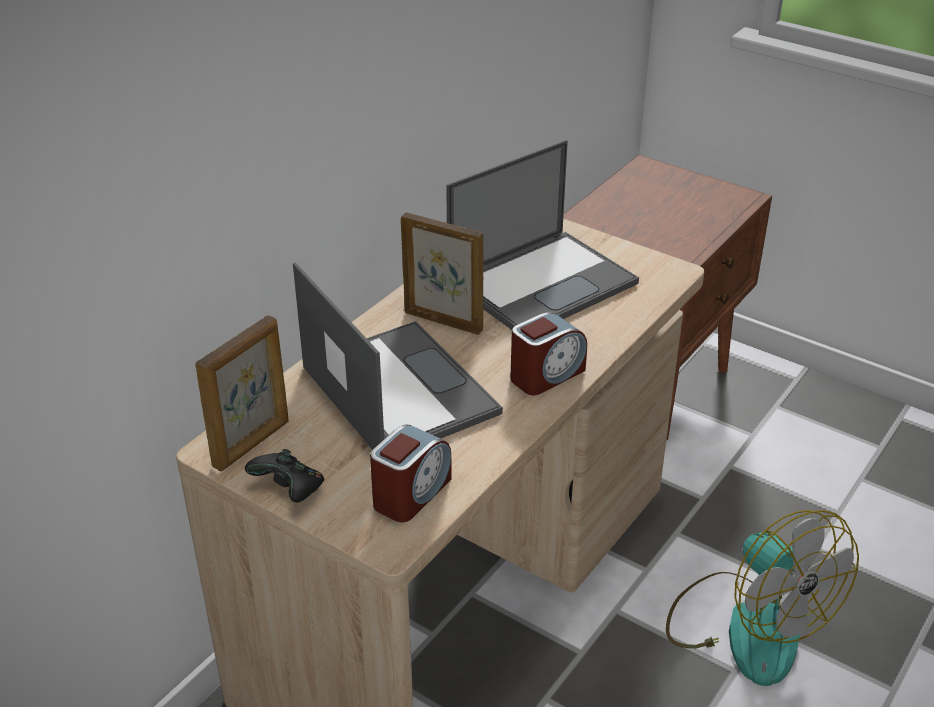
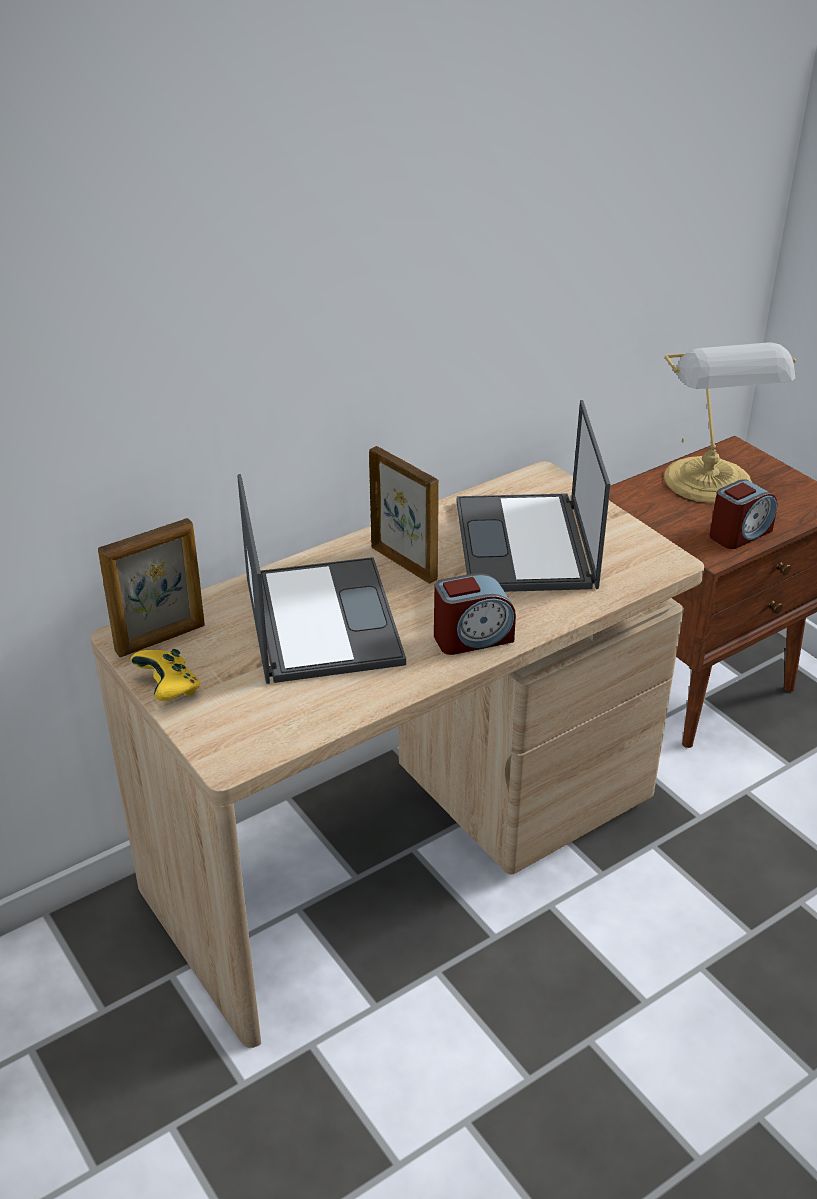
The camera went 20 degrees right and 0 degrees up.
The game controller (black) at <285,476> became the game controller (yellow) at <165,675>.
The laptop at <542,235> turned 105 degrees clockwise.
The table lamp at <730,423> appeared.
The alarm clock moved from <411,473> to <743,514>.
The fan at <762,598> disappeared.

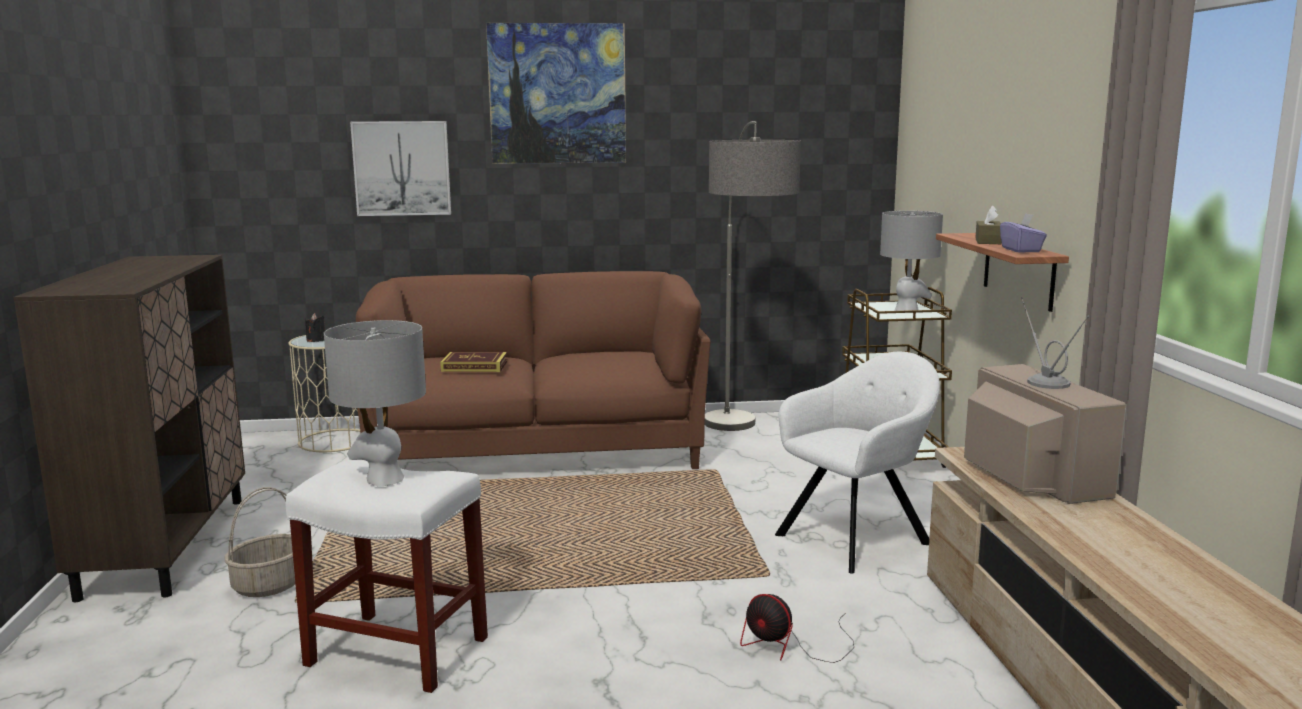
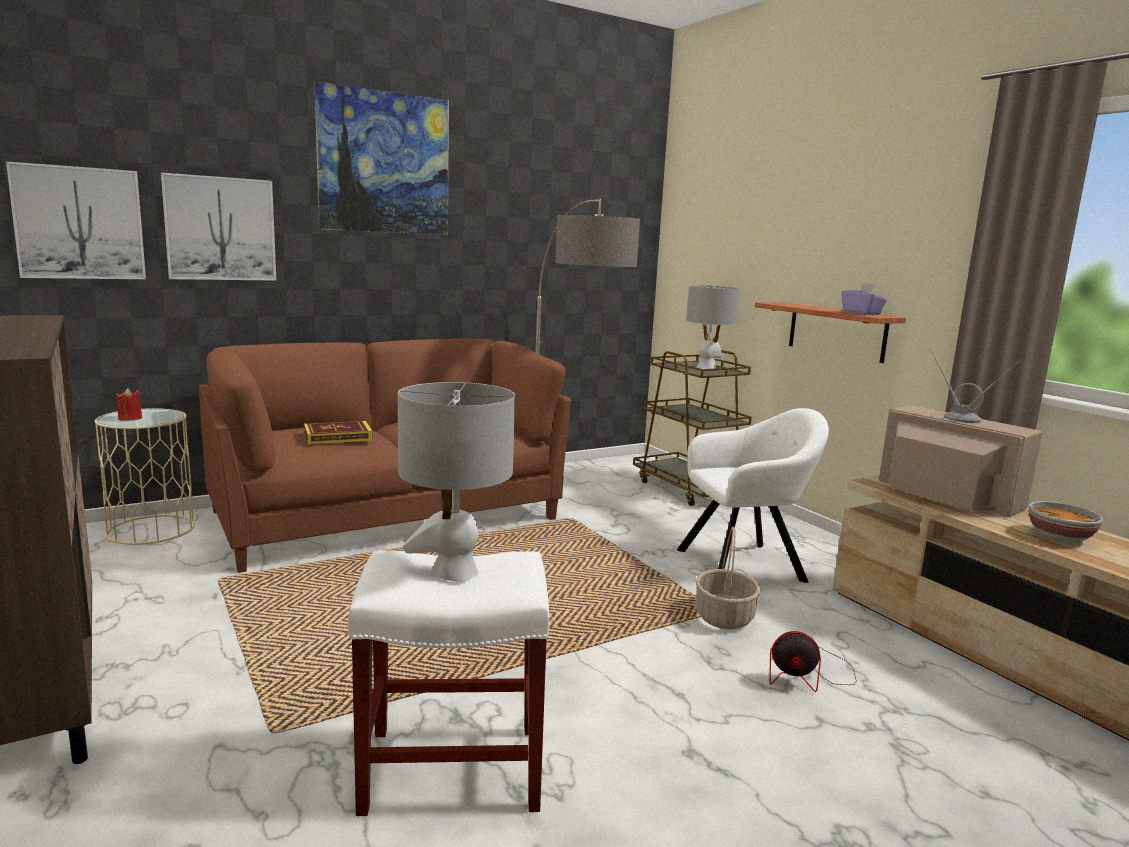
The camera went 25 degrees left and 0 degrees up.
The picture at <76,220> appeared.
The candle (black) at <315,327> became the candle (red) at <129,404>.
The armchair (white) at <857,463> turned 45 degrees clockwise.
The basket moved from <260,542> to <727,578>.
The bowl at <1065,522> appeared.
The tissue box (brown) at <988,224> disappeared.

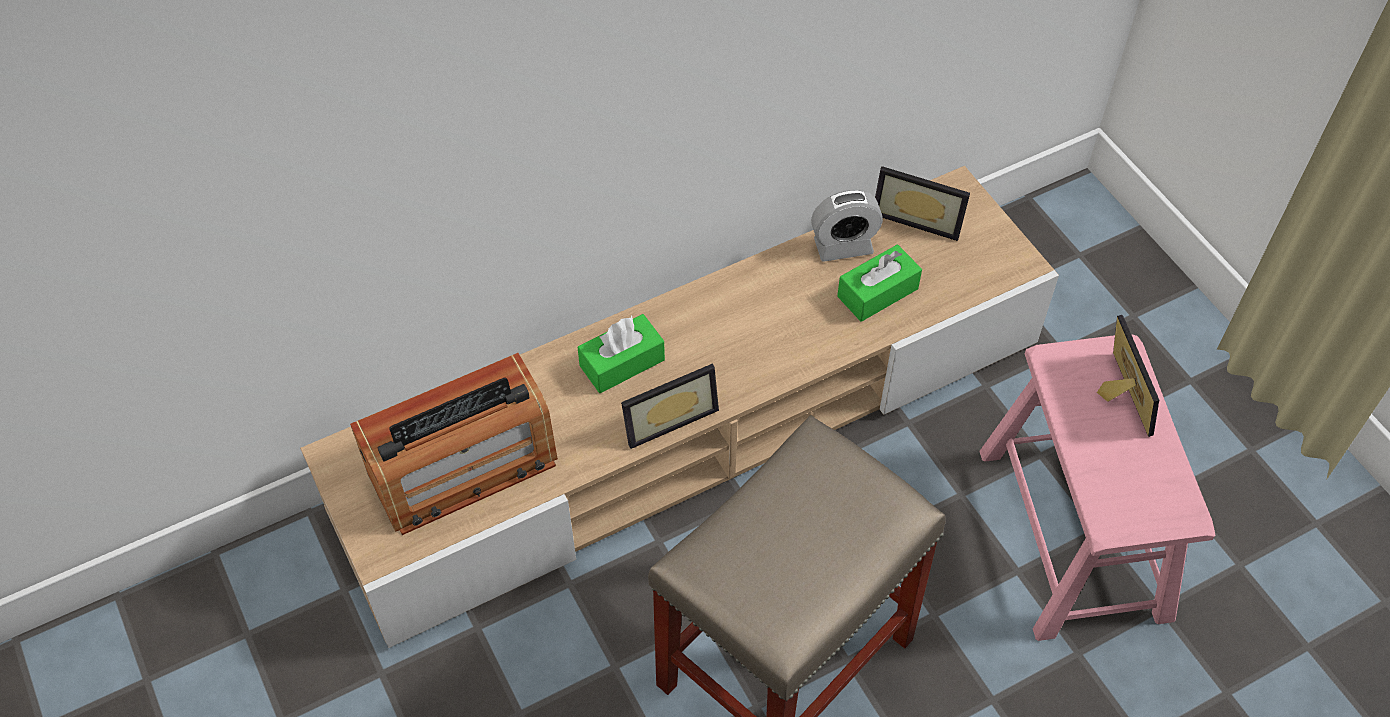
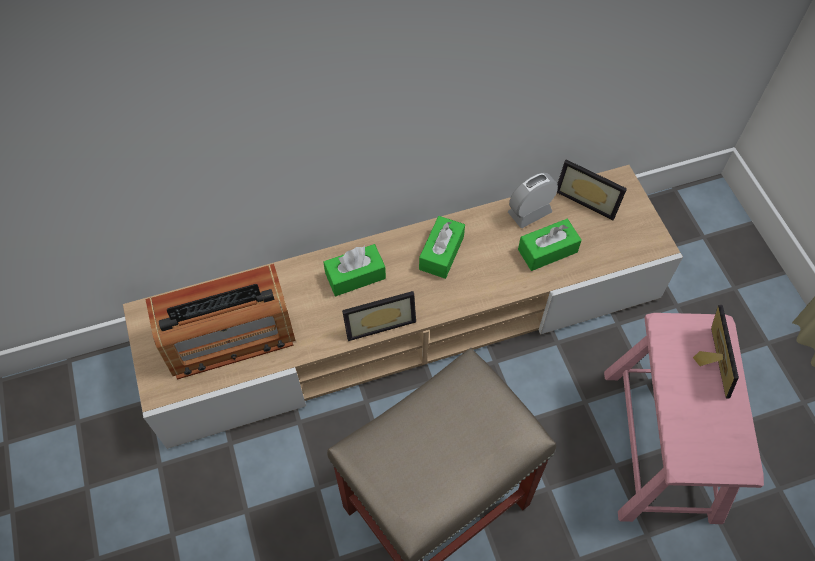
The camera went 10 degrees right and 5 degrees up.
The tissue box (green) at <442,247> appeared.
The alarm clock at <847,226> turned 150 degrees clockwise.

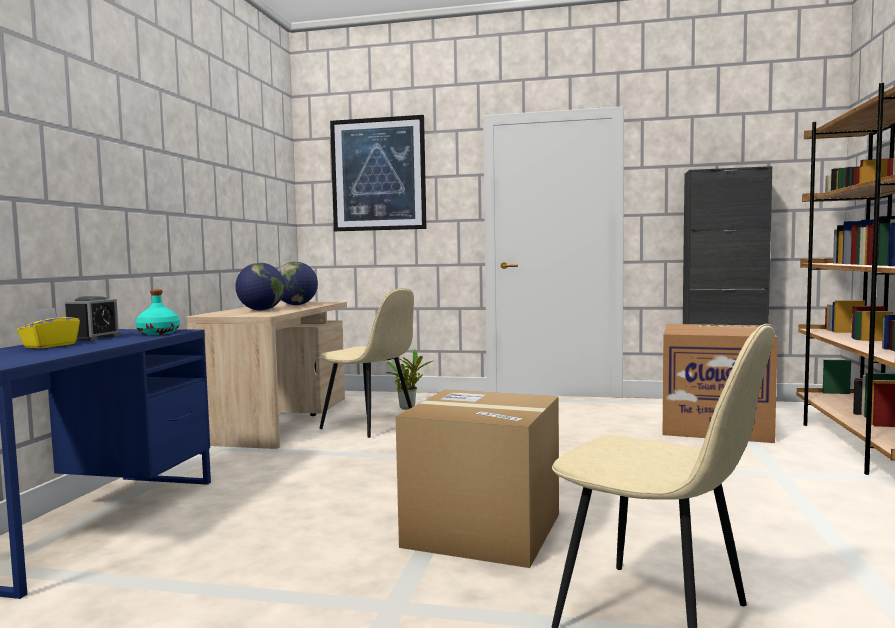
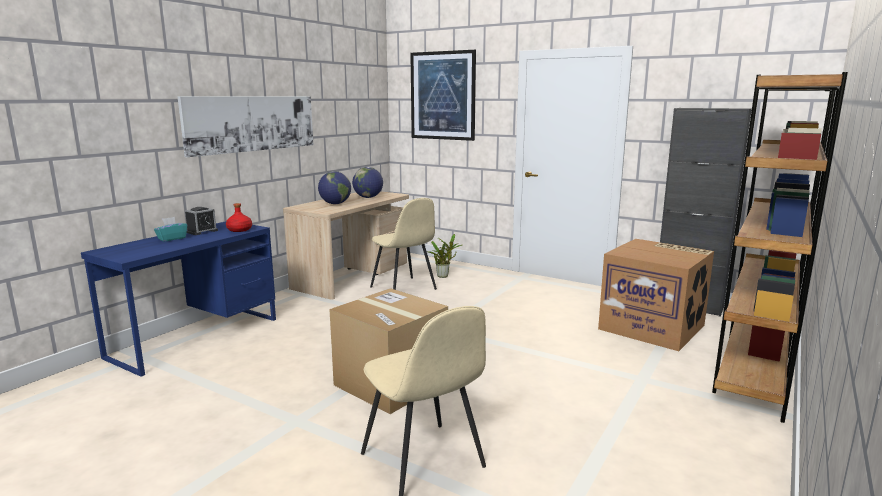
The camera went 20 degrees right and 10 degrees up.
The tissue box (yellow) at <48,328> became the tissue box (turquoise) at <170,229>.
The picture at <246,126> appeared.
The bottle (turquoise) at <158,312> became the bottle (red) at <239,217>.

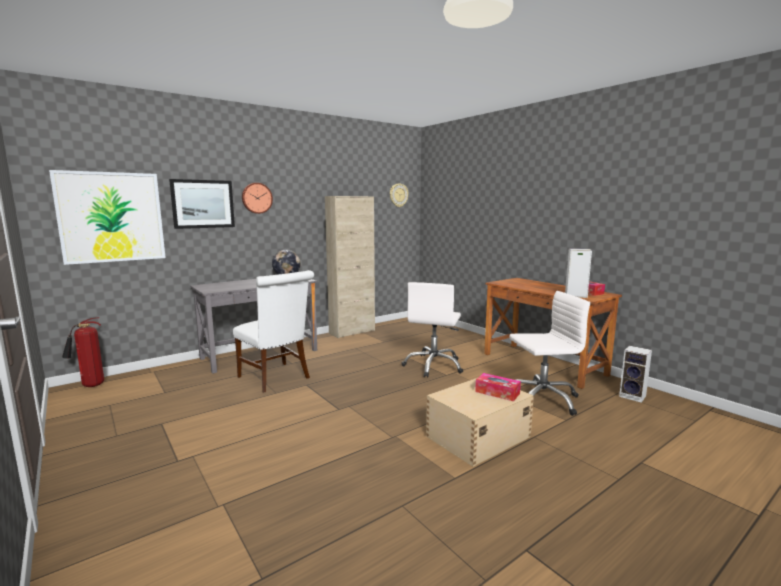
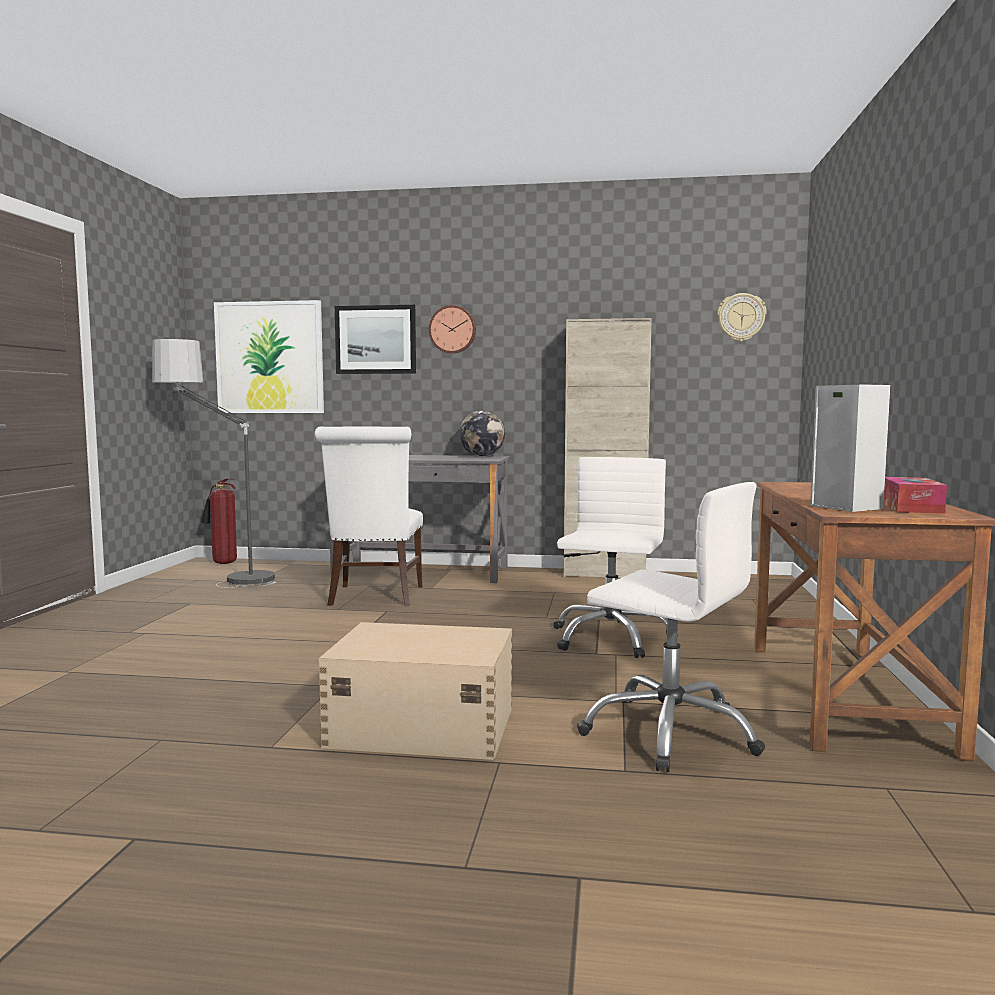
The camera went 45 degrees right and 5 degrees down.
The floor lamp at <214,463> appeared.
The office chair (white) at <432,330> turned 135 degrees clockwise.
The tissue box at <498,387> disappeared.
The speaker at <635,374> disappeared.

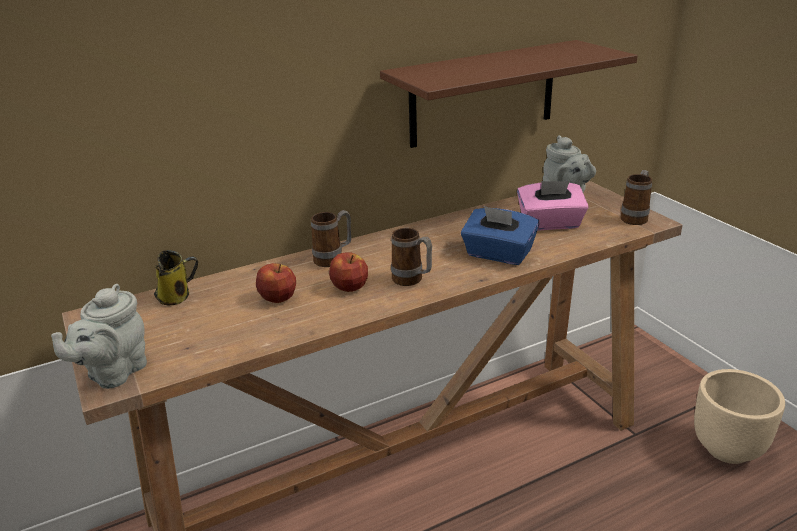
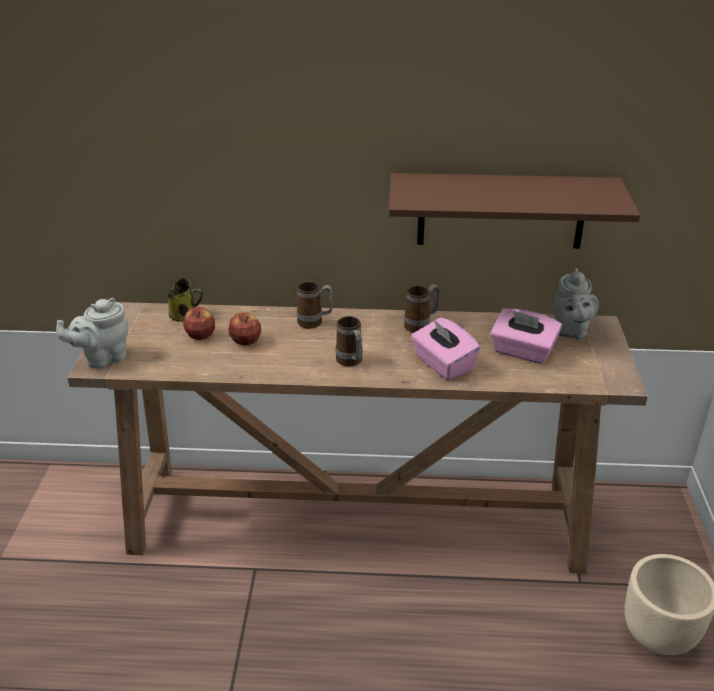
The camera went 30 degrees right and 5 degrees up.
The apple moved from <348,272> to <199,323>.
The mug moved from <636,197> to <422,308>.
The tissue box (blue) at <500,235> became the tissue box (pink) at <445,348>.

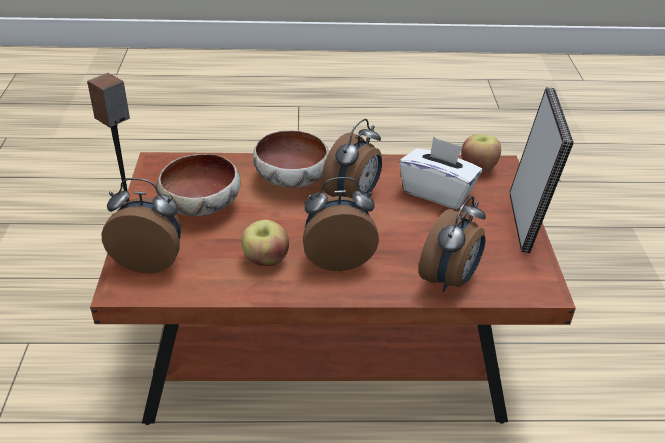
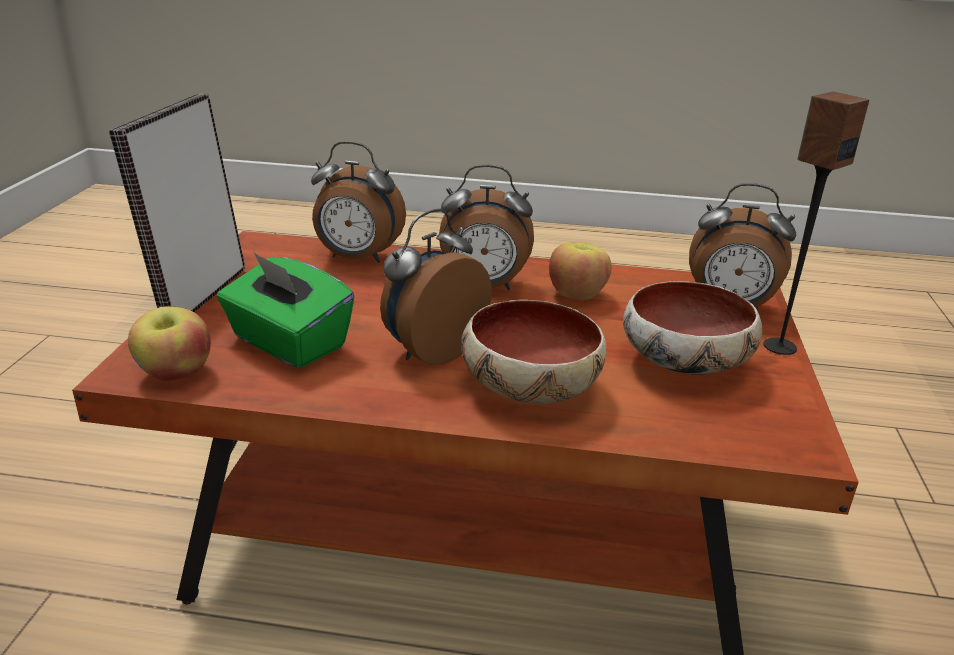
The camera went 170 degrees left and 10 degrees down.
The tissue box (white) at <440,173> became the tissue box (green) at <286,310>.
The alarm clock at <452,244> turned 120 degrees counterclockwise.

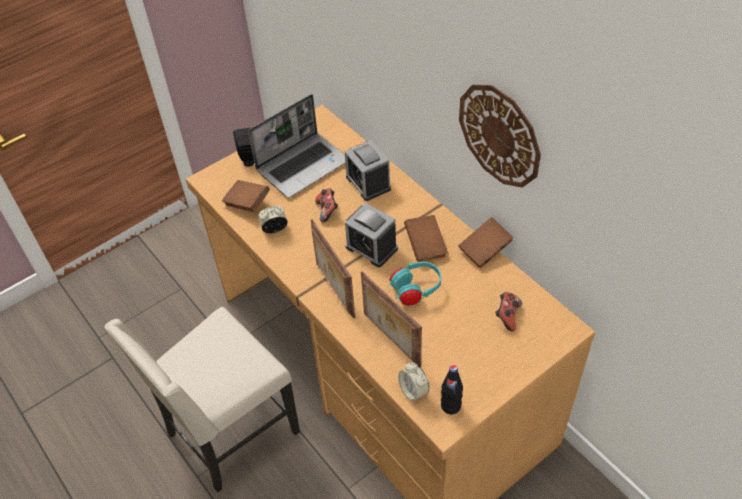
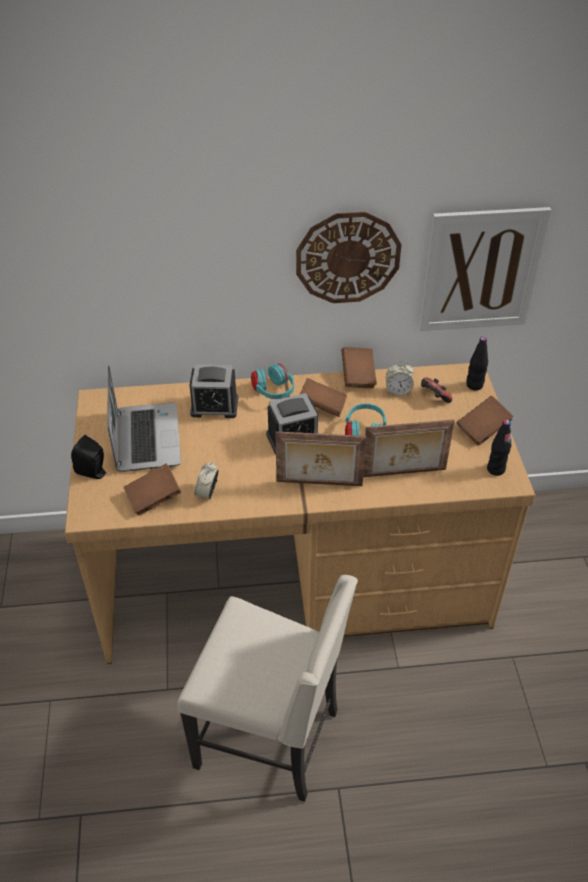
The camera went 60 degrees left and 5 degrees down.
The chair (beige) at <202,399> turned 60 degrees counterclockwise.
The headphones (turquoise) at <272,381> appeared.
The alarm clock moved from <413,382> to <400,378>.
The picture at <485,269> appeared.
The book (brown) at <485,420> appeared.
The bottle (black) at <477,363> appeared.
The game controller at <326,205> disappeared.

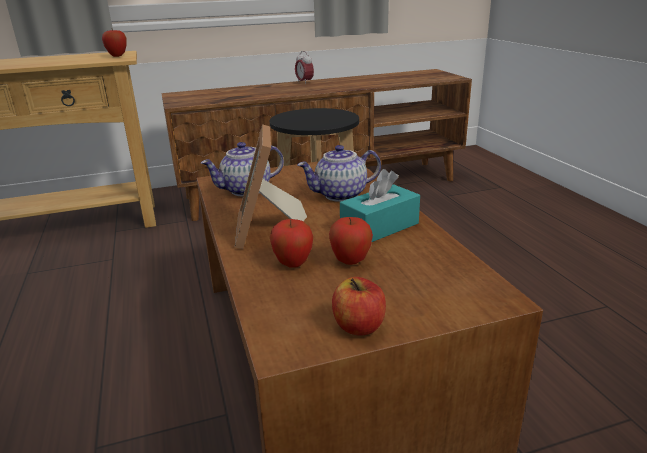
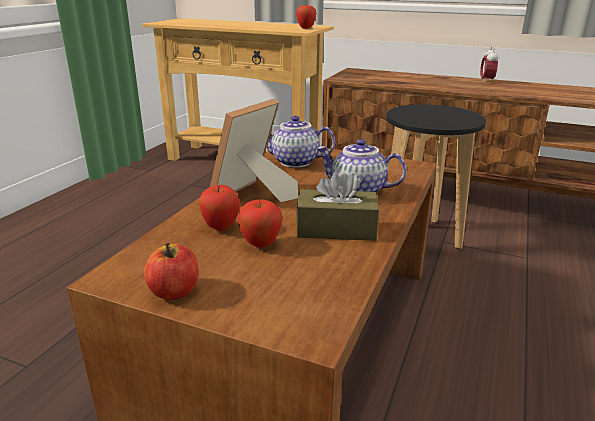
The camera went 40 degrees right and 0 degrees up.
The tissue box (turquoise) at <380,205> became the tissue box (brown) at <337,204>.

